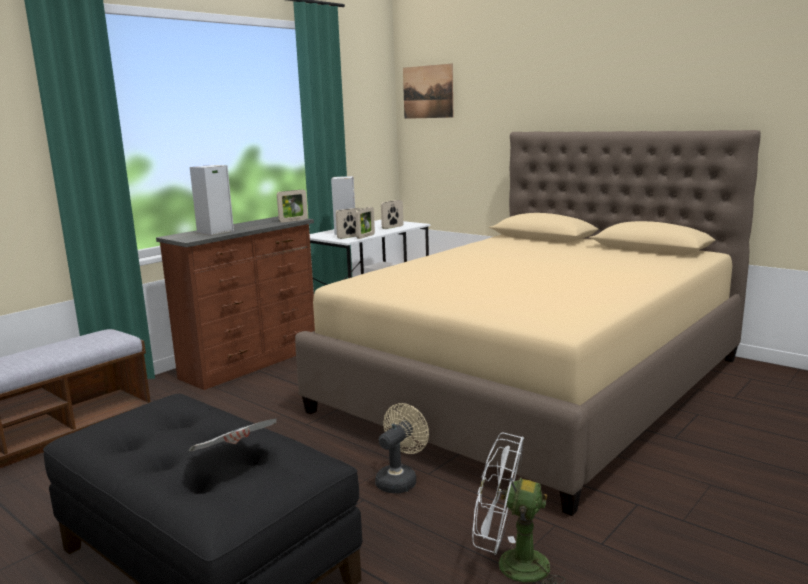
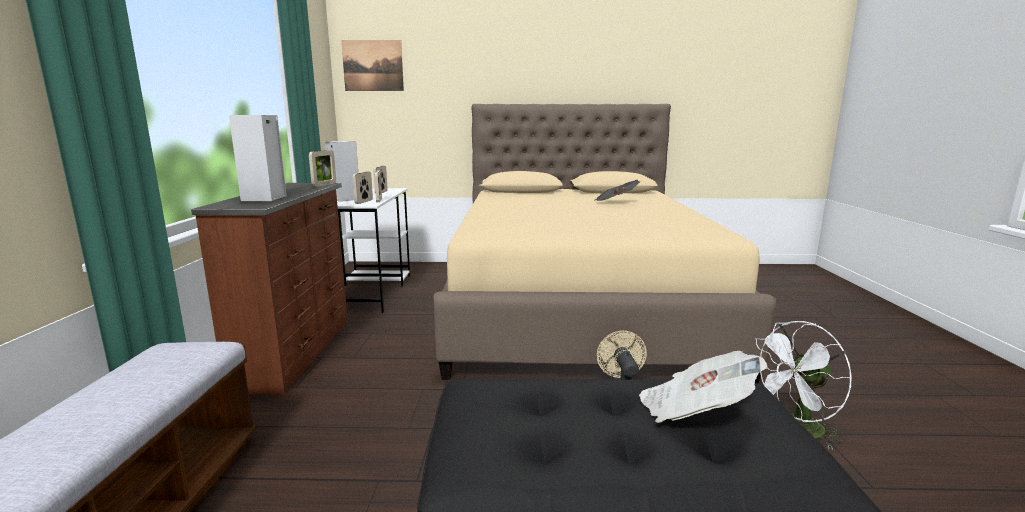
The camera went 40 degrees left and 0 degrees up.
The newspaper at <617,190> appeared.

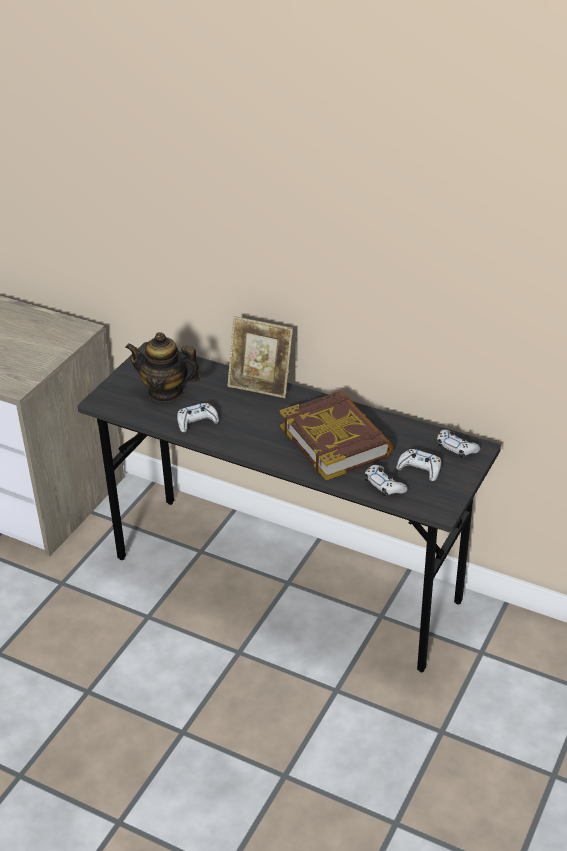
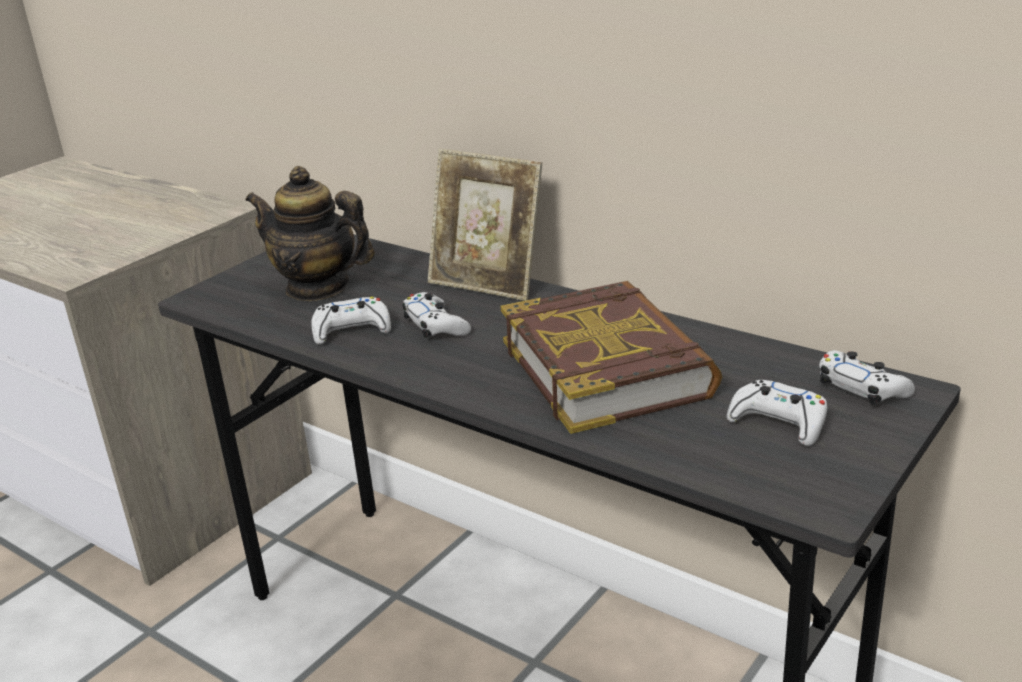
The camera went 10 degrees right and 10 degrees down.
The game controller (white) moved from <386,481> to <436,315>.

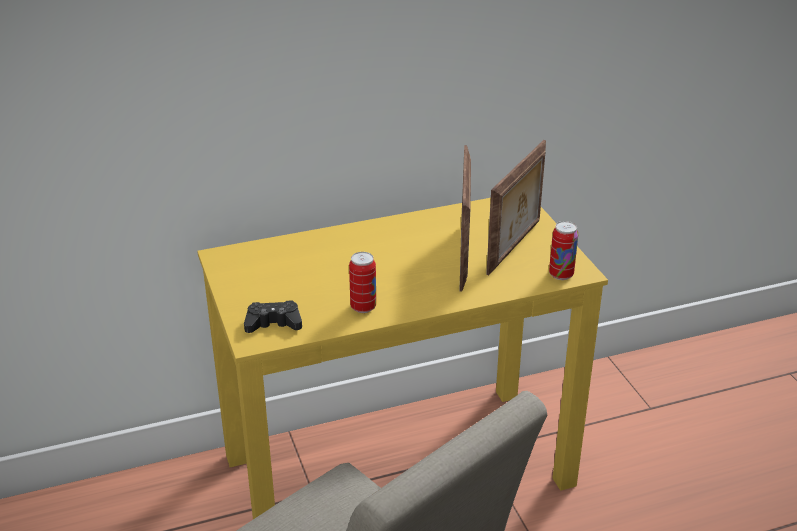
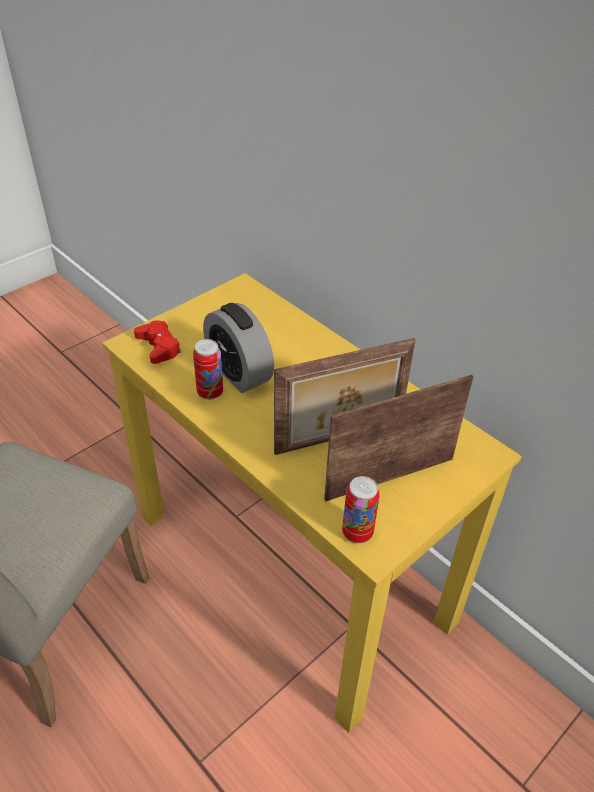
The camera went 65 degrees right and 10 degrees up.
The game controller (black) at <273,316> became the game controller (red) at <157,342>.
The alarm clock at <238,348> appeared.
The picture frame at <516,207> turned 150 degrees clockwise.

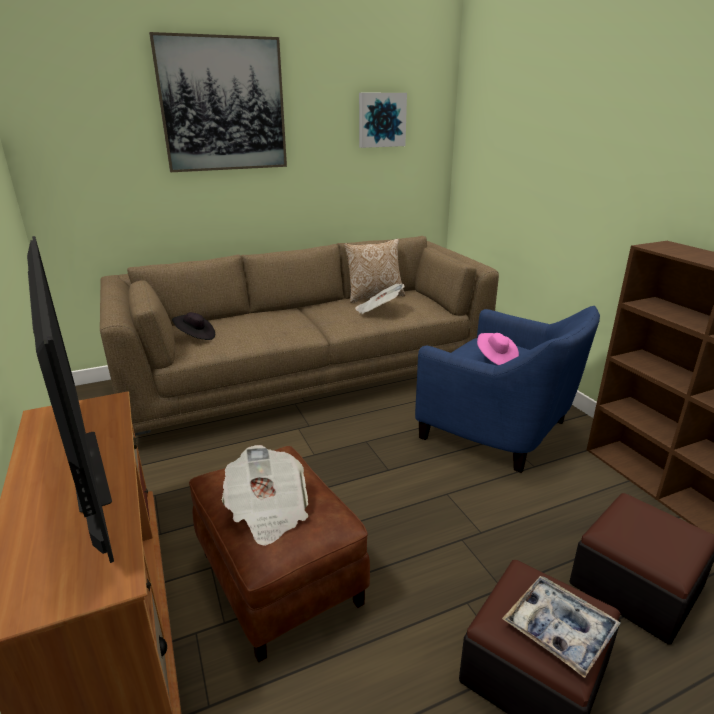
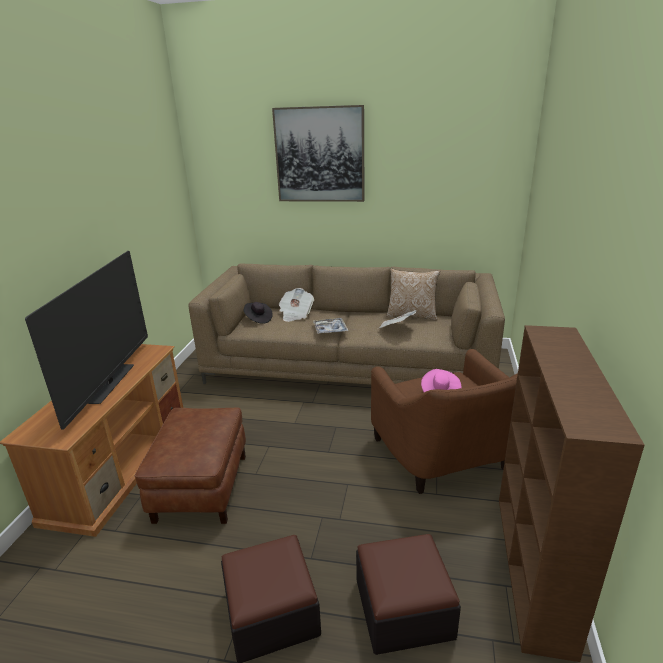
The camera went 35 degrees right and 0 degrees up.
The newspaper moved from <264,495> to <296,305>.
The tray moved from <561,627> to <330,326>.
The armchair (blue) at <507,389> became the armchair (brown) at <444,421>.
The picture at <383,120> disappeared.

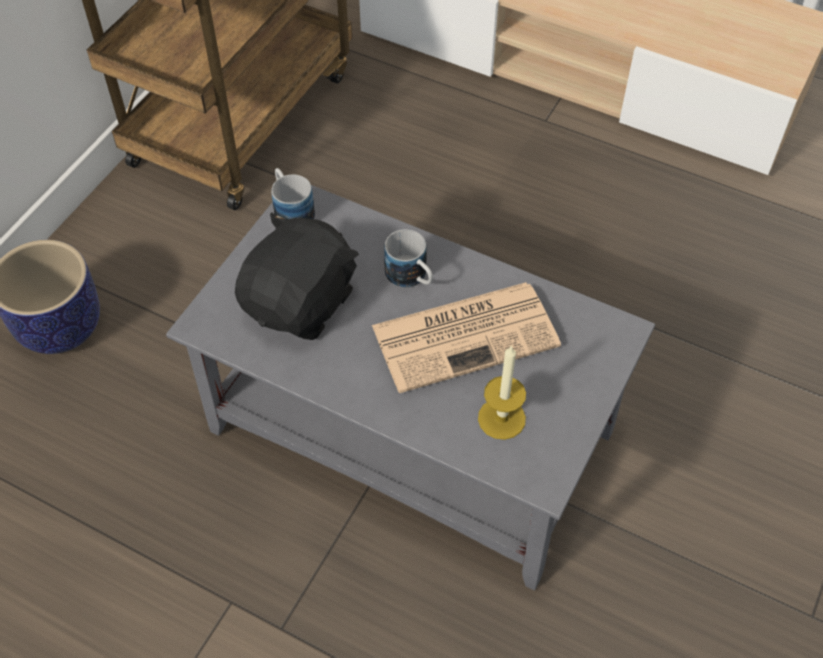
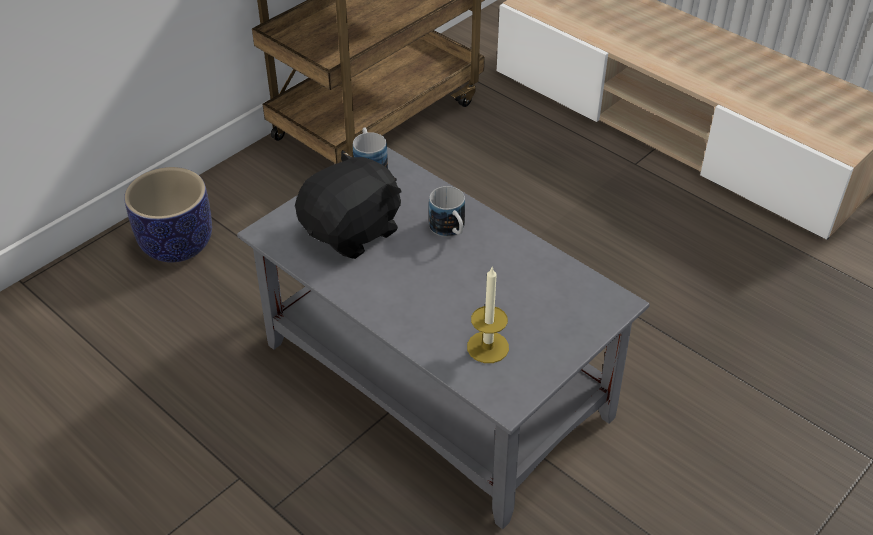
The camera went 15 degrees right and 10 degrees down.
The newspaper at <466,337> disappeared.

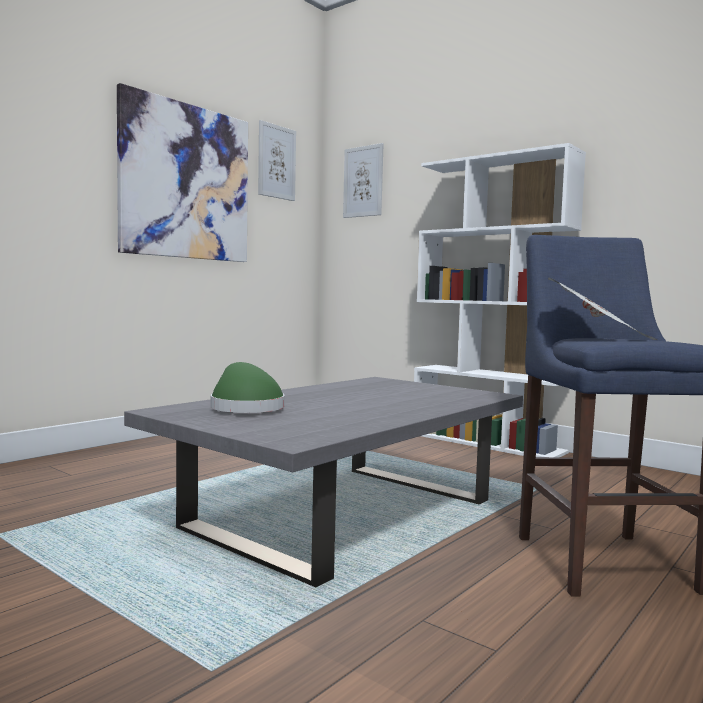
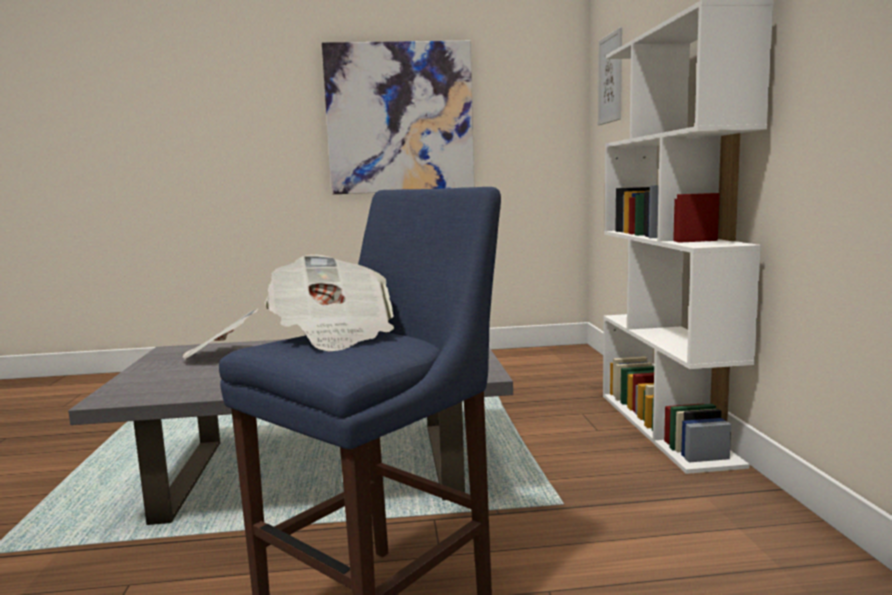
The camera went 45 degrees right and 5 degrees up.
The hat (green) at <248,387> was replaced by the newspaper at <220,333>.
The picture at <277,160> disappeared.

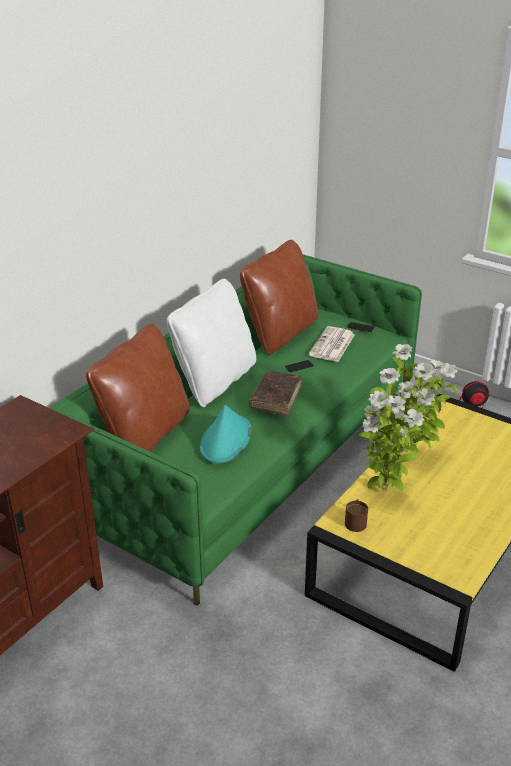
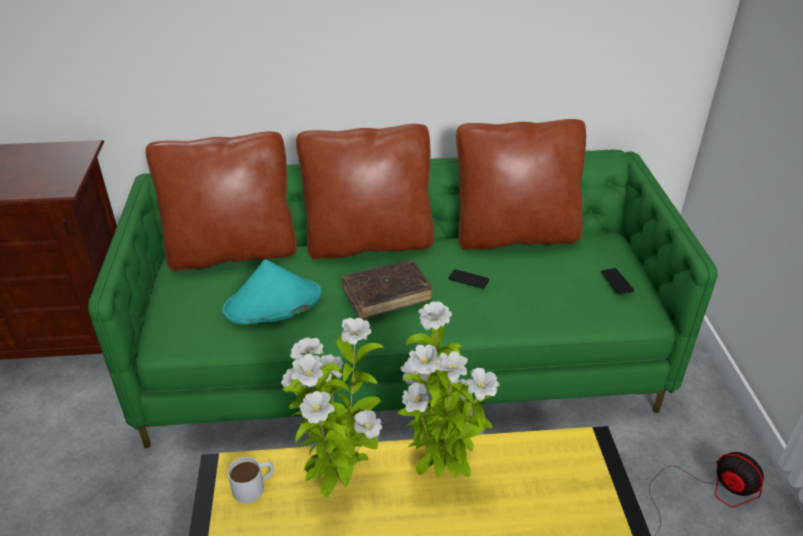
The camera went 50 degrees right and 5 degrees up.
The mug (brown) at <356,515> became the mug (white) at <251,480>.
The pillow (white) at <211,343> became the pillow (brown) at <365,191>.
The newspaper at <331,344> disappeared.

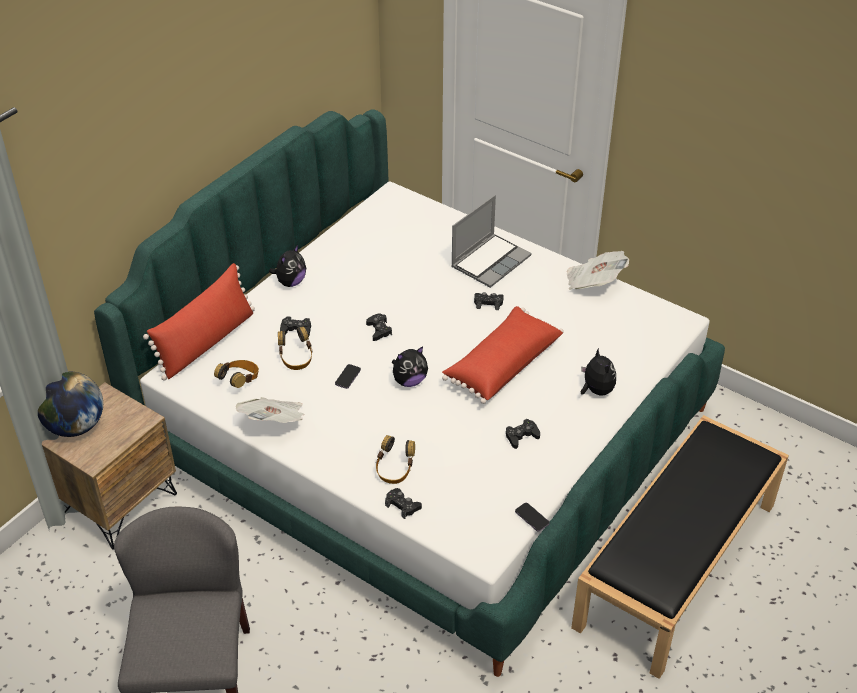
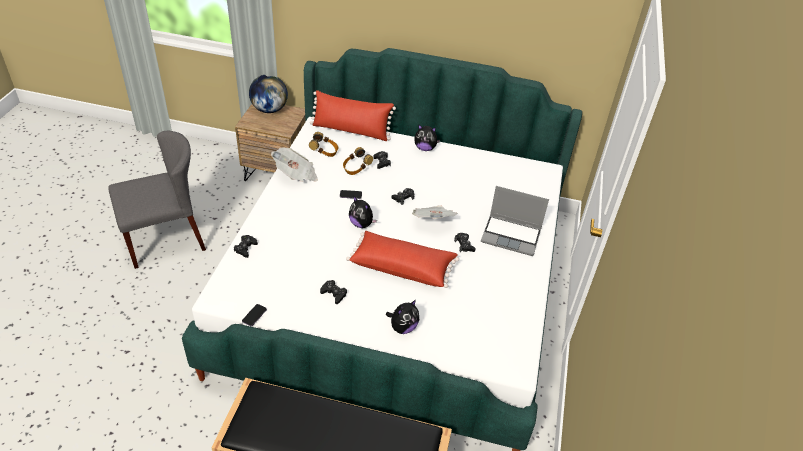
The camera went 65 degrees right and 0 degrees up.
The newspaper moved from <598,270> to <434,212>.
The headphones at <395,459> disappeared.

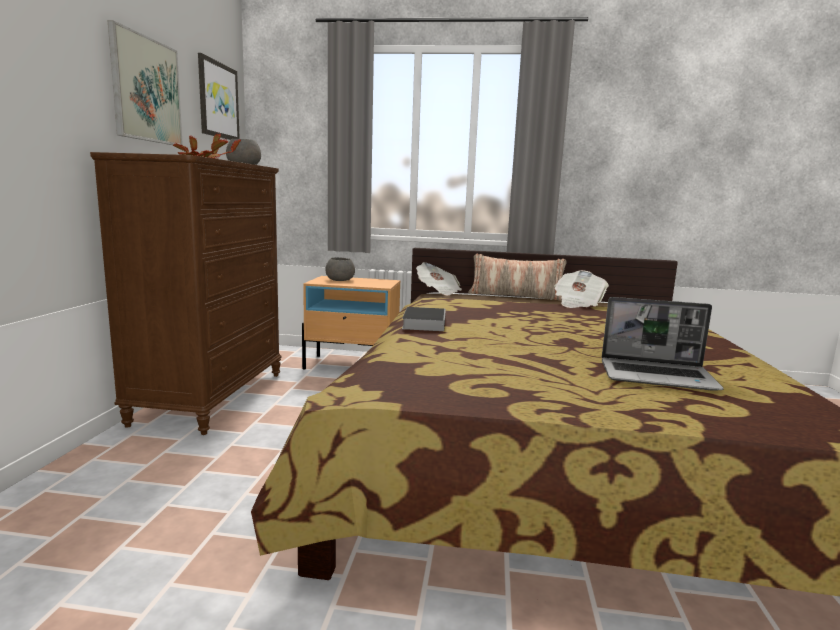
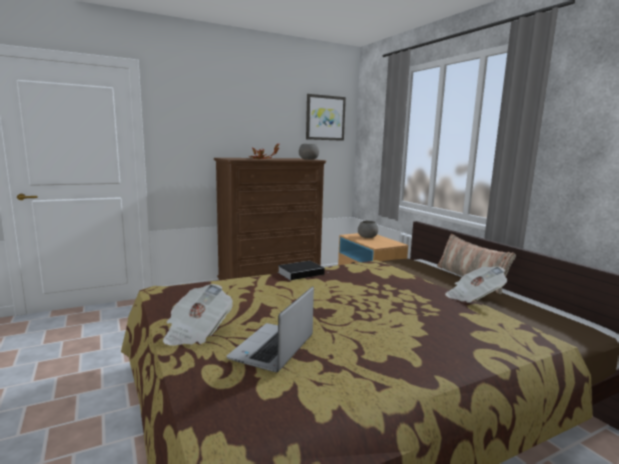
The camera went 55 degrees right and 0 degrees up.
The newspaper moved from <439,278> to <198,315>.
The laptop at <663,344> turned 45 degrees clockwise.
The picture at <145,82> disappeared.

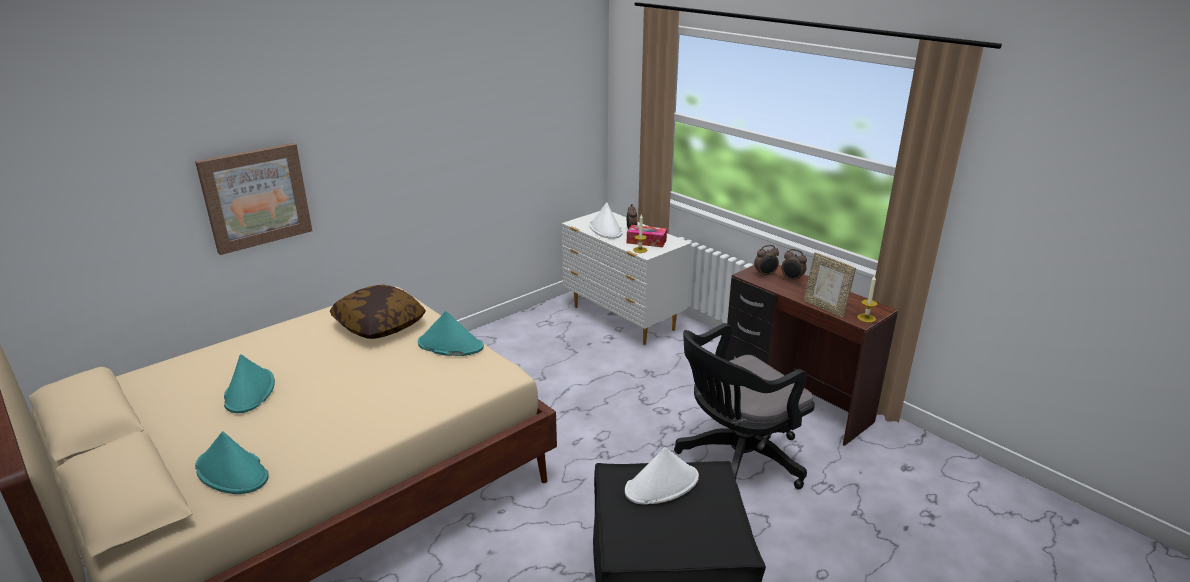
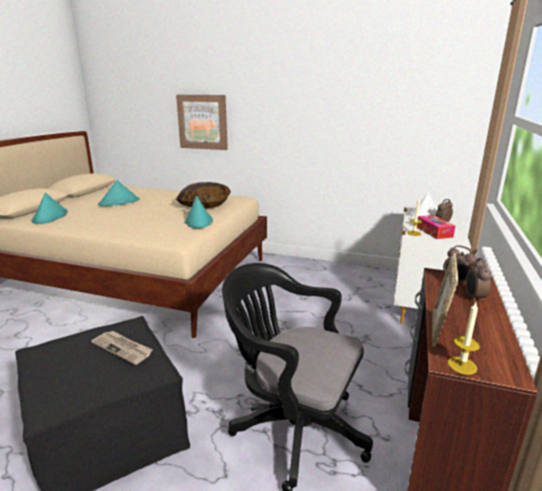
The camera went 60 degrees right and 5 degrees down.
The hat (white) at <662,475> was replaced by the newspaper at <122,348>.

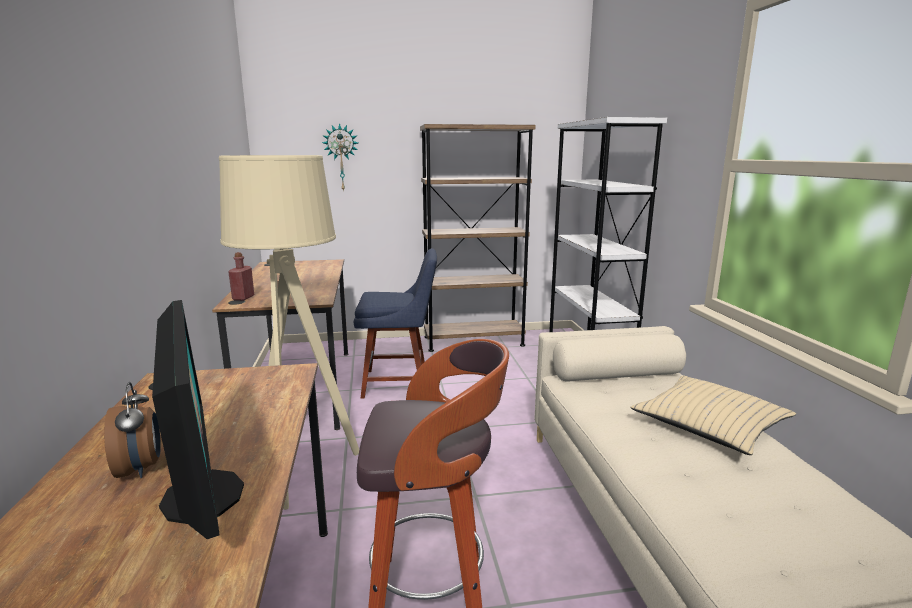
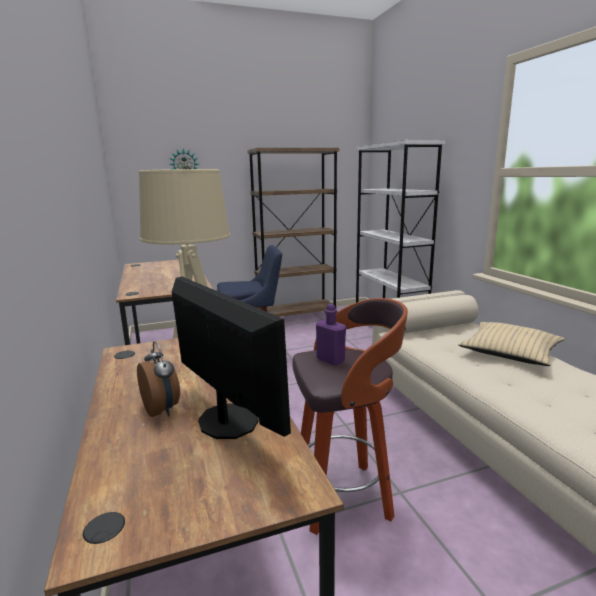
The camera went 10 degrees left and 0 degrees up.
The bottle (purple) at <331,334> appeared.
The bottle (red) at <241,276> disappeared.

